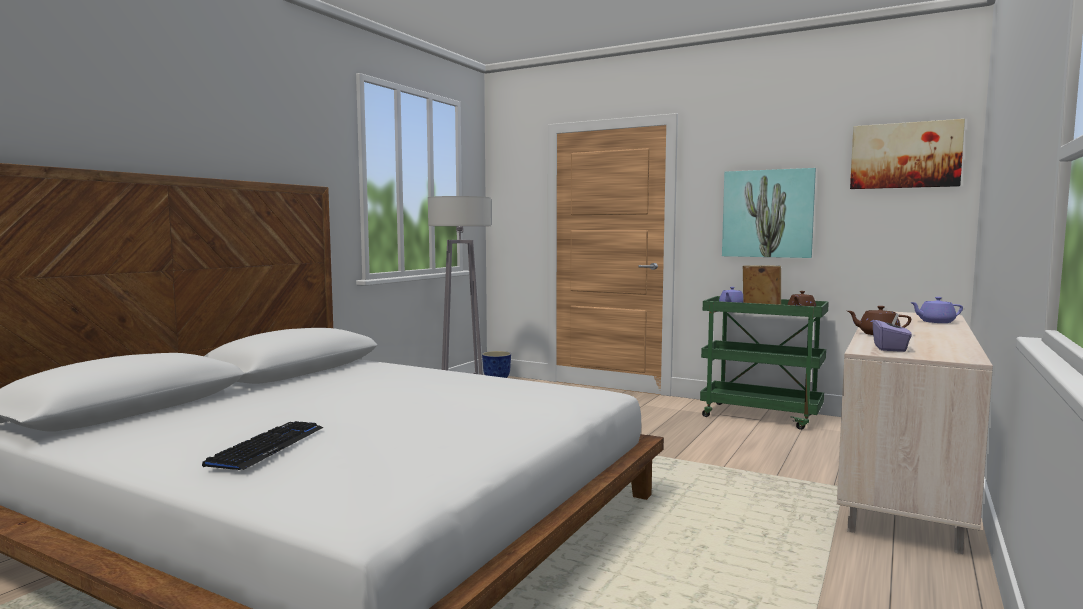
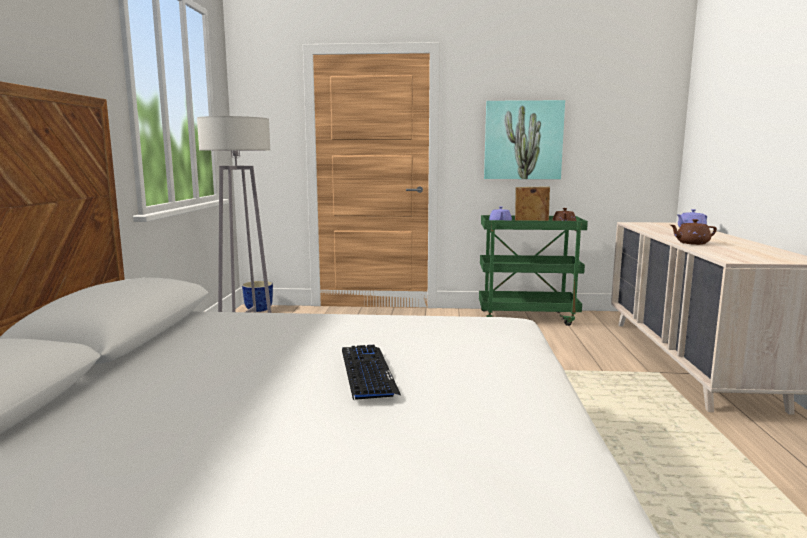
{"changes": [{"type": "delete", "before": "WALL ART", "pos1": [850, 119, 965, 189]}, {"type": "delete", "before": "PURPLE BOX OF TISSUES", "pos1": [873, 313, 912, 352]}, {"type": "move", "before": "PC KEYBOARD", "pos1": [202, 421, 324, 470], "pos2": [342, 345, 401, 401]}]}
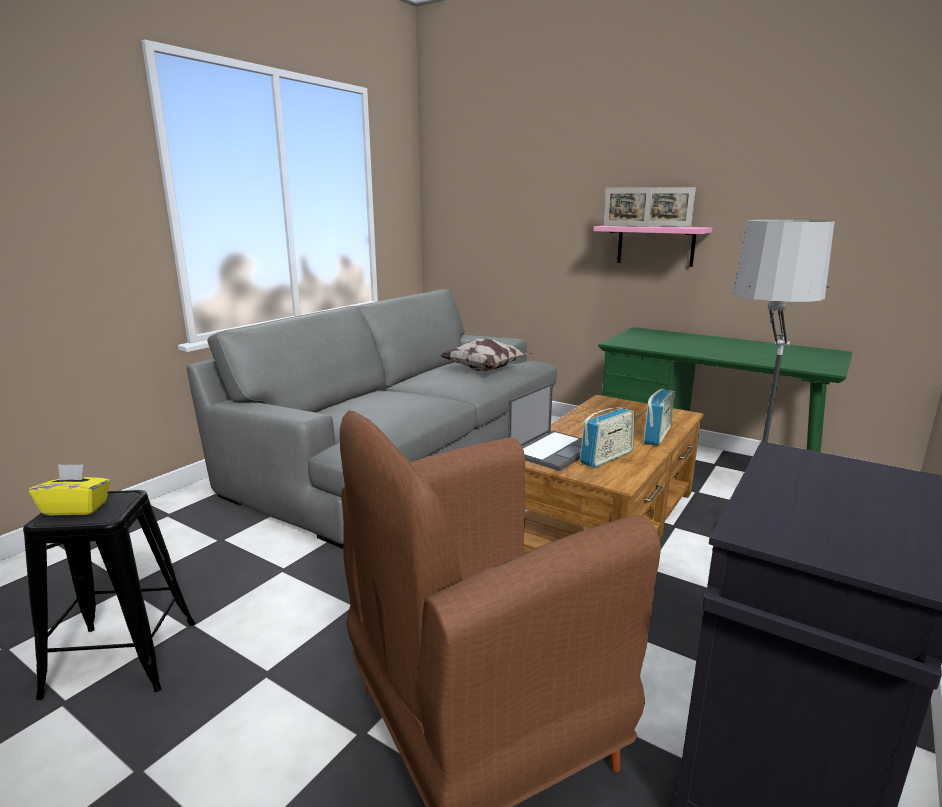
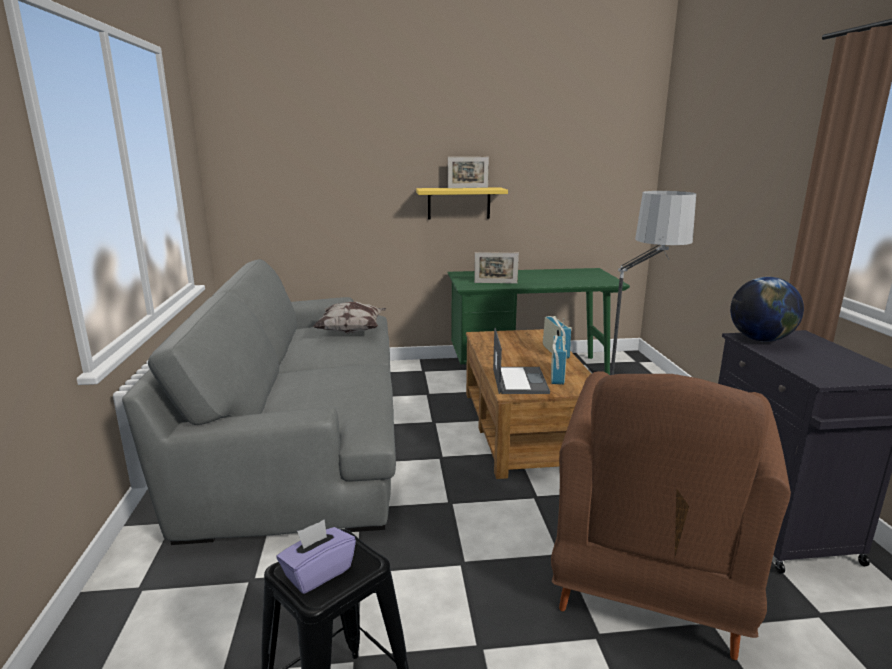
{"changes": [{"type": "move", "before": "STANDING FRAME", "pos1": [603, 187, 653, 227], "pos2": [474, 252, 519, 284]}, {"type": "recolor", "before": "PINK BRACKET SHELF", "after": "YELLOW BRACKET SHELF", "pos1": [593, 226, 712, 267], "pos2": [416, 187, 508, 220]}, {"type": "recolor", "before": "YELLOW BOX OF TISSUES", "after": "PURPLE BOX OF TISSUES", "pos1": [29, 464, 110, 515], "pos2": [277, 519, 356, 594]}, {"type": "insert", "after": "WORLD GLOBE", "pos2": [730, 277, 804, 342]}]}
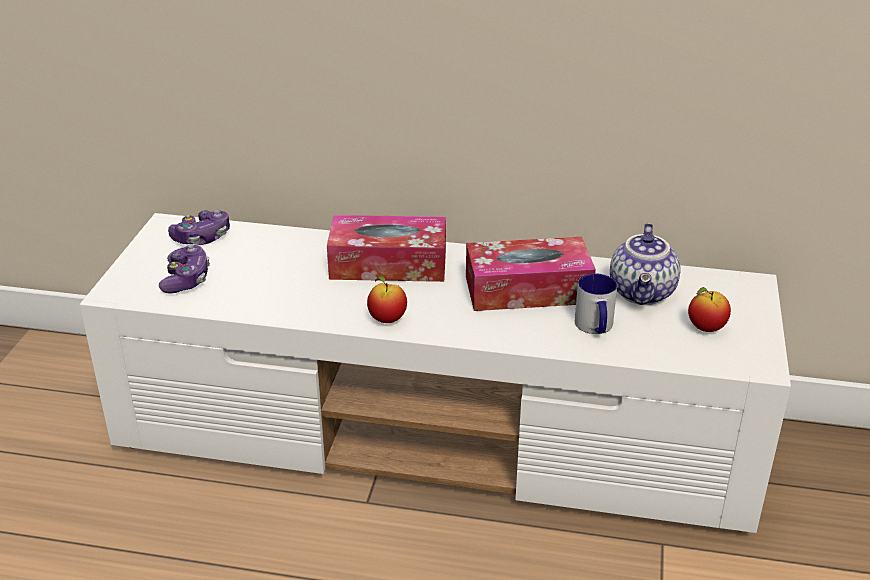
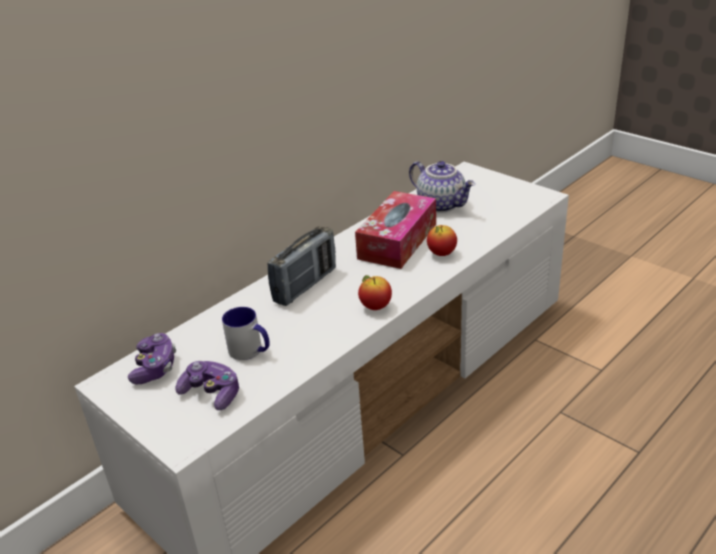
{"changes": [{"type": "replace", "before": "BOX OF TISSUES", "after": "RADIO RECEIVER", "pos1": [327, 215, 446, 282], "pos2": [267, 226, 336, 306]}, {"type": "move", "before": "MUG", "pos1": [575, 273, 617, 334], "pos2": [222, 307, 270, 360]}, {"type": "move", "before": "APPLE", "pos1": [688, 287, 731, 332], "pos2": [427, 225, 457, 256]}]}
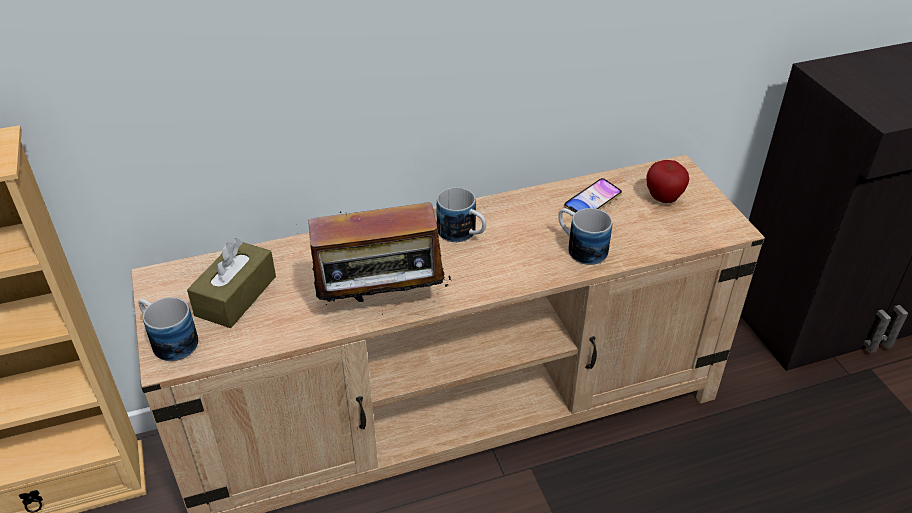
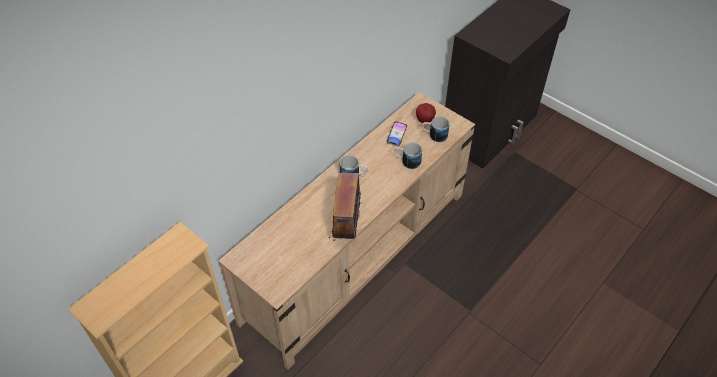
{"changes": [{"type": "rotate", "before": "RADIO RECEIVER", "pos1": [296, 192, 451, 312], "pos2": [329, 172, 366, 241], "turn": 135}, {"type": "delete", "before": "BROWN BOX OF TISSUES", "pos1": [187, 238, 276, 328]}, {"type": "move", "before": "MUG", "pos1": [138, 297, 198, 361], "pos2": [422, 116, 449, 142]}]}
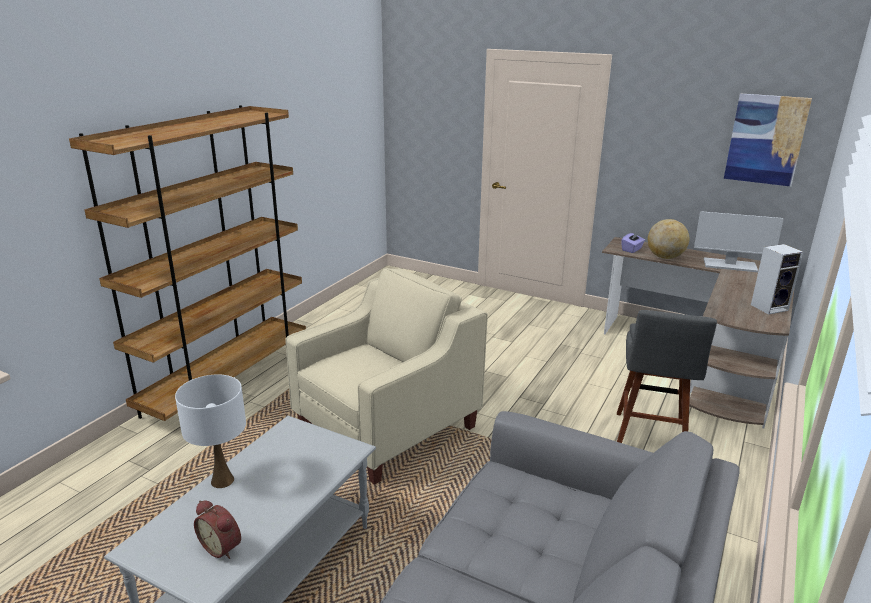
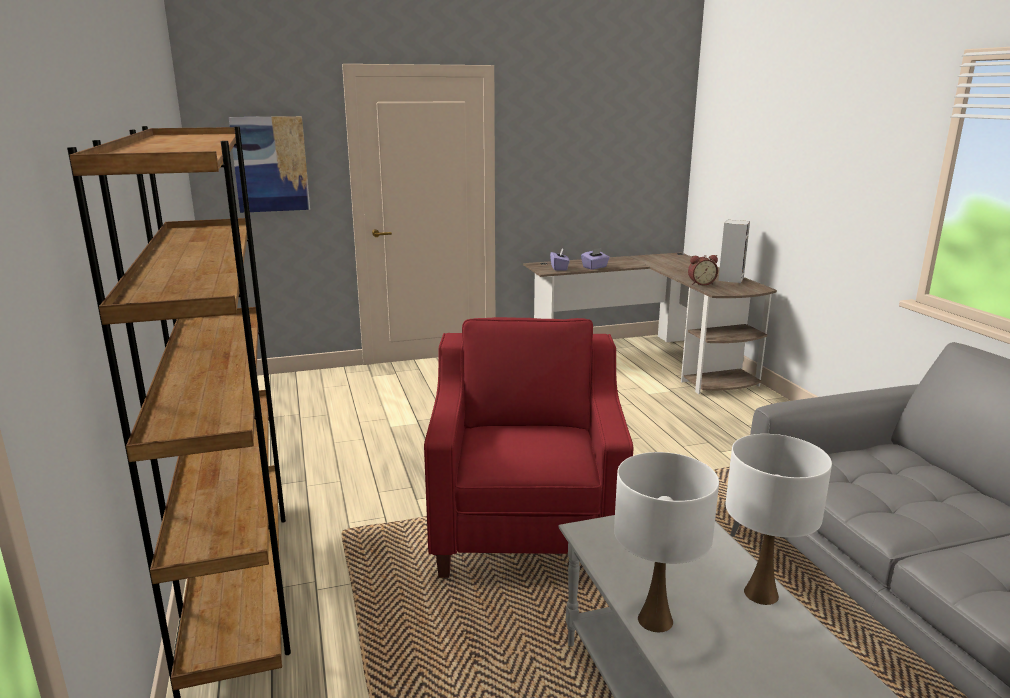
{"changes": [{"type": "move", "before": "WALL ART", "pos1": [724, 93, 812, 187], "pos2": [229, 116, 310, 213]}, {"type": "delete", "before": "MONITOR", "pos1": [694, 211, 784, 272]}, {"type": "replace", "before": "WORLD GLOBE", "after": "PURPLE BOX OF TISSUES", "pos1": [648, 219, 689, 259], "pos2": [581, 248, 610, 270]}, {"type": "recolor", "before": "BEIGE LOUNGE CHAIR", "after": "RED-COLOURED LOUNGE CHAIR", "pos1": [285, 268, 488, 485], "pos2": [424, 317, 633, 578]}, {"type": "delete", "before": "GREY SITTING STOOL", "pos1": [617, 310, 717, 443]}, {"type": "move", "before": "BEDSIDE CLOCK", "pos1": [194, 500, 241, 559], "pos2": [688, 255, 718, 286]}, {"type": "insert", "after": "WHITISH TABLE LAMP", "pos2": [726, 434, 832, 605]}]}
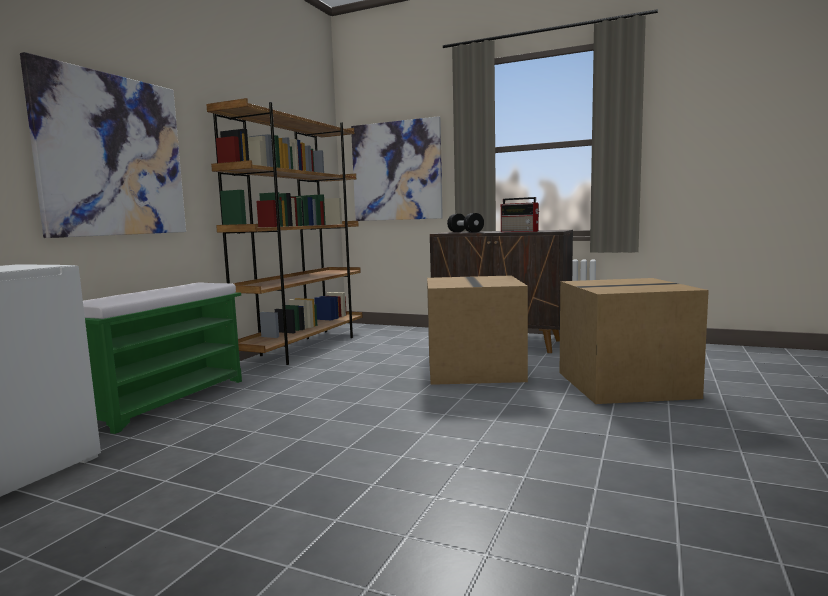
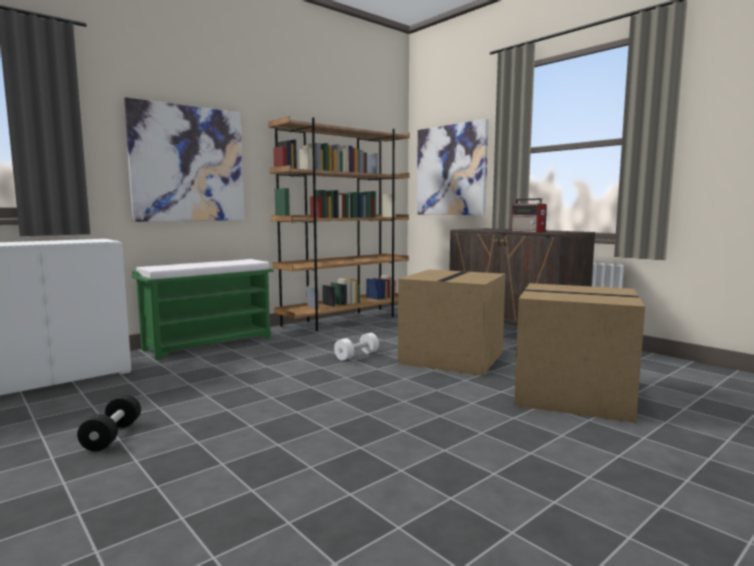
{"changes": [{"type": "move", "before": "BLACKISH FREE WEIGHT", "pos1": [447, 213, 484, 233], "pos2": [77, 395, 141, 451]}, {"type": "insert", "after": "WHITISH FREE WEIGHT", "pos2": [334, 333, 379, 361]}]}
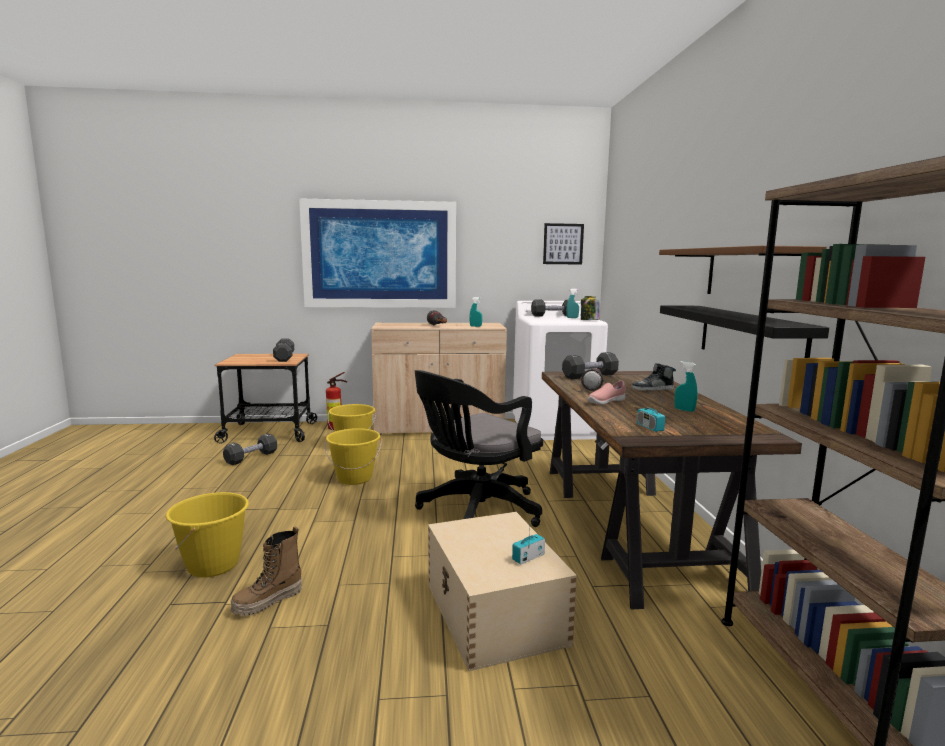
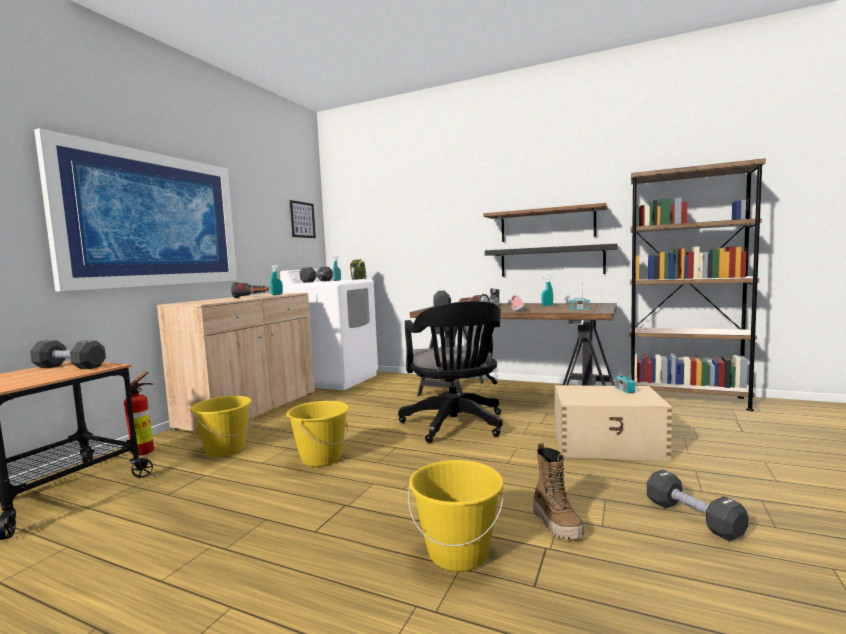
{"changes": [{"type": "move", "before": "BLACKISH FREE WEIGHT", "pos1": [223, 434, 277, 465], "pos2": [647, 470, 749, 542]}]}
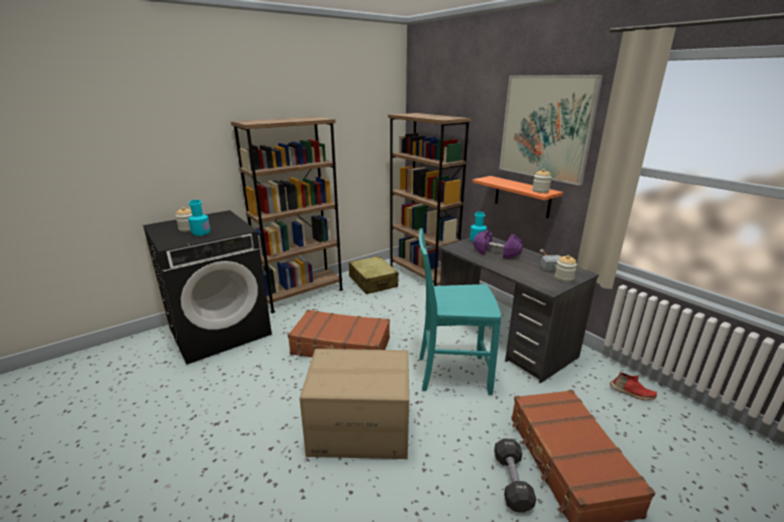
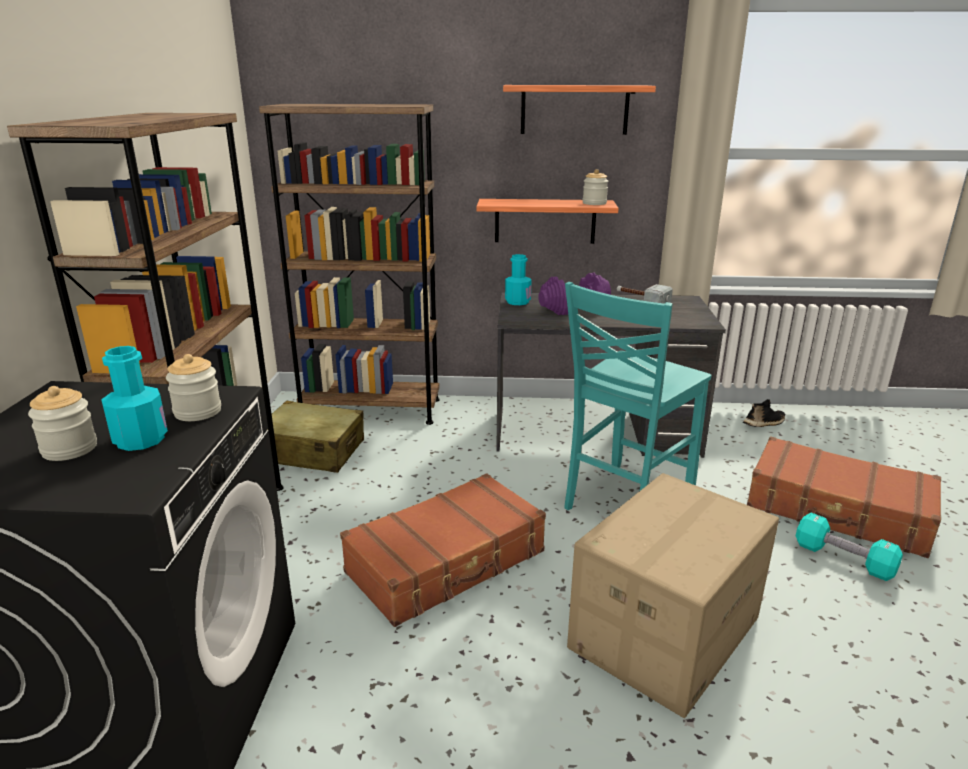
{"changes": [{"type": "replace", "before": "WALL ART", "after": "BRACKET SHELF", "pos1": [499, 75, 603, 186], "pos2": [503, 85, 656, 135]}, {"type": "move", "before": "JAR", "pos1": [555, 255, 577, 282], "pos2": [166, 354, 221, 421]}, {"type": "recolor", "before": "RED-COLOURED ITEM OF FOOTWEAR", "after": "BLACKISH ITEM OF FOOTWEAR", "pos1": [610, 372, 657, 400], "pos2": [743, 399, 785, 427]}, {"type": "recolor", "before": "BLACKISH FREE WEIGHT", "after": "TURQUOISE-COLOURED FREE WEIGHT", "pos1": [494, 439, 536, 513], "pos2": [796, 513, 903, 581]}]}
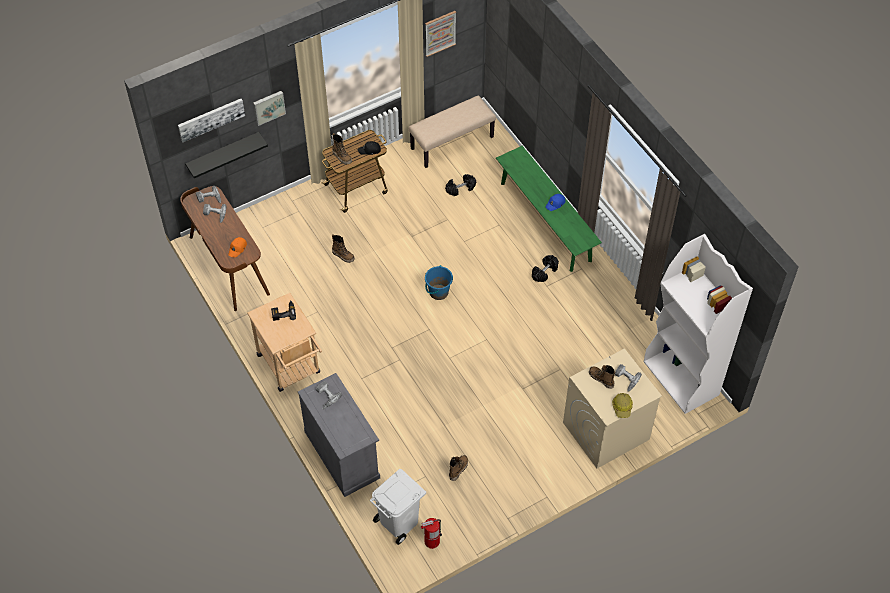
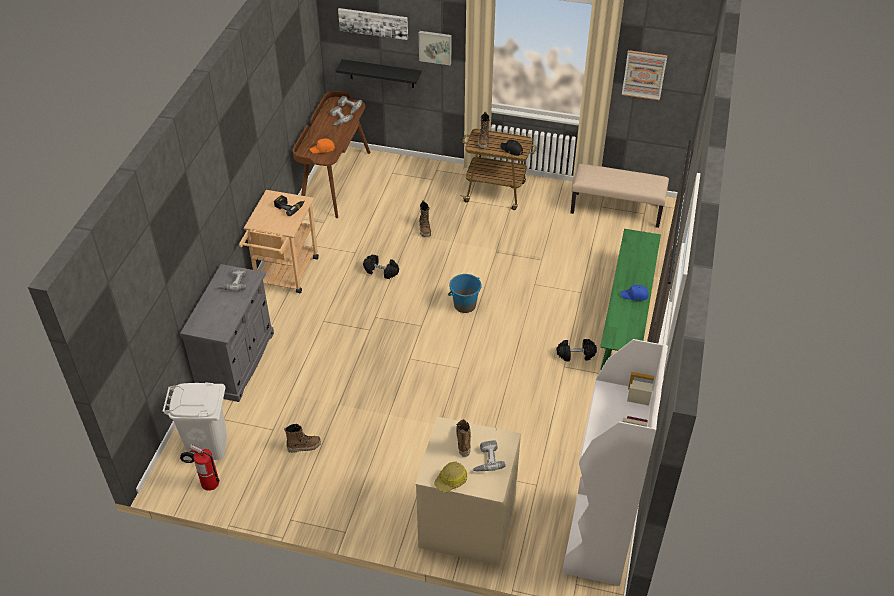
{"changes": [{"type": "move", "before": "BLACKISH FREE WEIGHT", "pos1": [445, 174, 476, 196], "pos2": [363, 255, 399, 279]}]}
